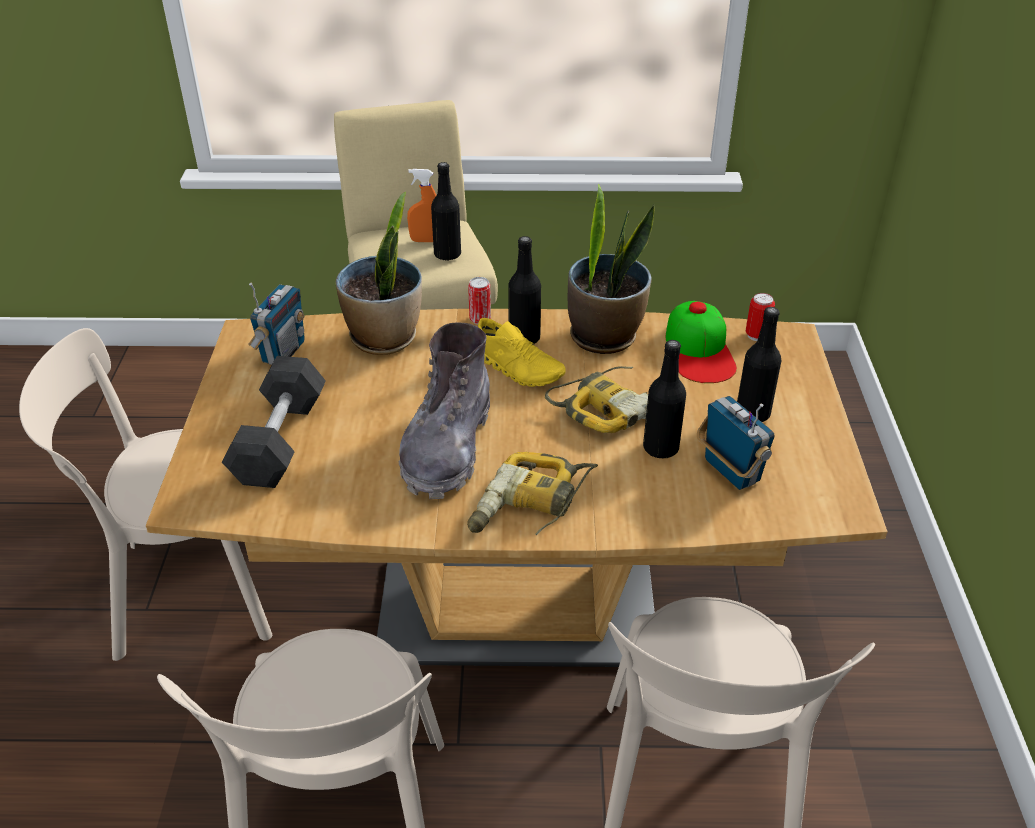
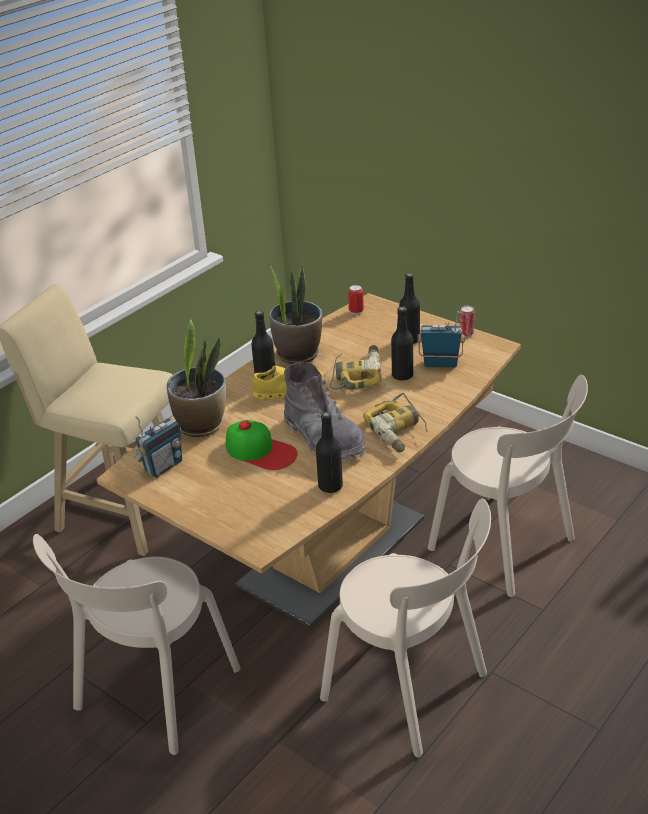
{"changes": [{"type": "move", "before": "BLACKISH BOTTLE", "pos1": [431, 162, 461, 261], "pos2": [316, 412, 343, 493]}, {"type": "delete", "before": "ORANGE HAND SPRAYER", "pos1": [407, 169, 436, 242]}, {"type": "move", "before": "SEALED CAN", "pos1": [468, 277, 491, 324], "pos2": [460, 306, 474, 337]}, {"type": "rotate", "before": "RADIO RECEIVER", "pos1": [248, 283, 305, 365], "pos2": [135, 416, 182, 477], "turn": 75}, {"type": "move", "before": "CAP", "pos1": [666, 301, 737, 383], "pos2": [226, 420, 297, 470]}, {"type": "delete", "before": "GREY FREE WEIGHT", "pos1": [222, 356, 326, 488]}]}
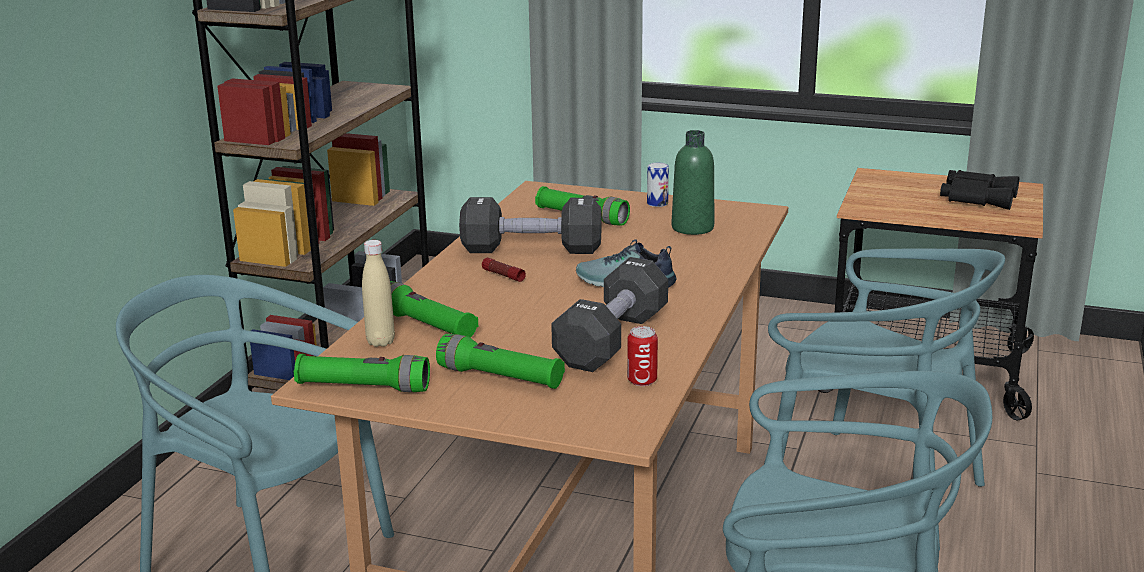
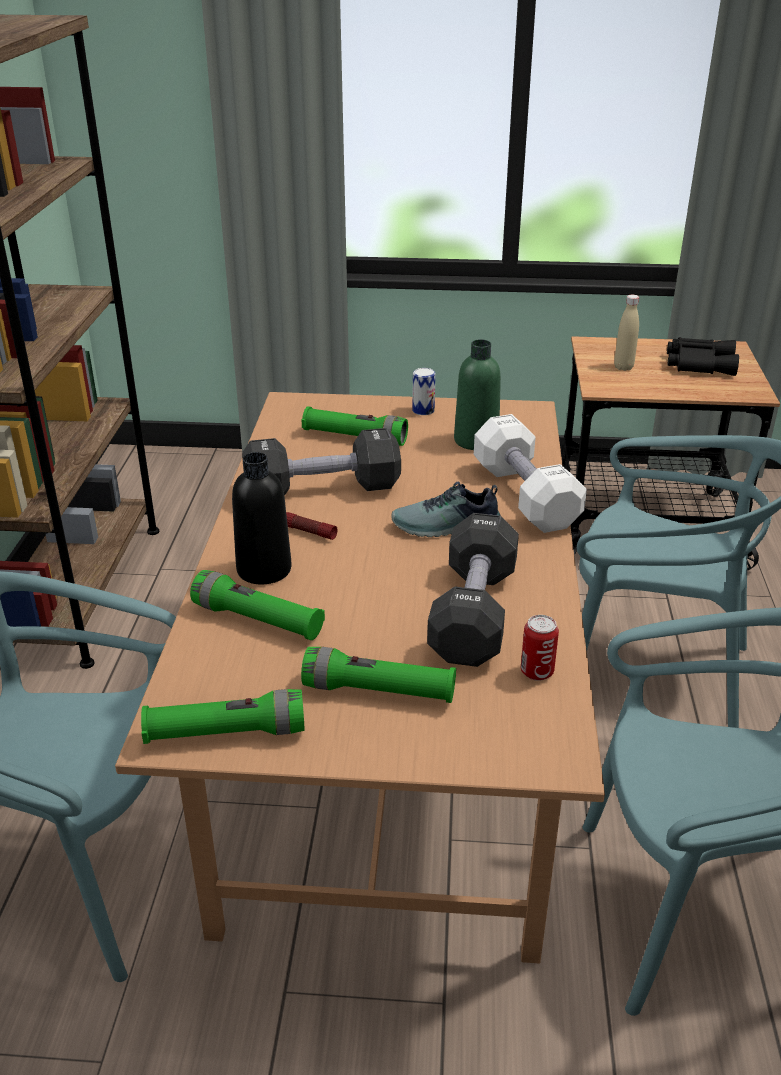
{"changes": [{"type": "move", "before": "BEIGE BOTTLE", "pos1": [362, 240, 395, 347], "pos2": [614, 295, 639, 371]}, {"type": "insert", "after": "WHITISH FREE WEIGHT", "pos2": [474, 414, 587, 533]}, {"type": "insert", "after": "BLACKISH BOTTLE", "pos2": [232, 452, 292, 584]}]}
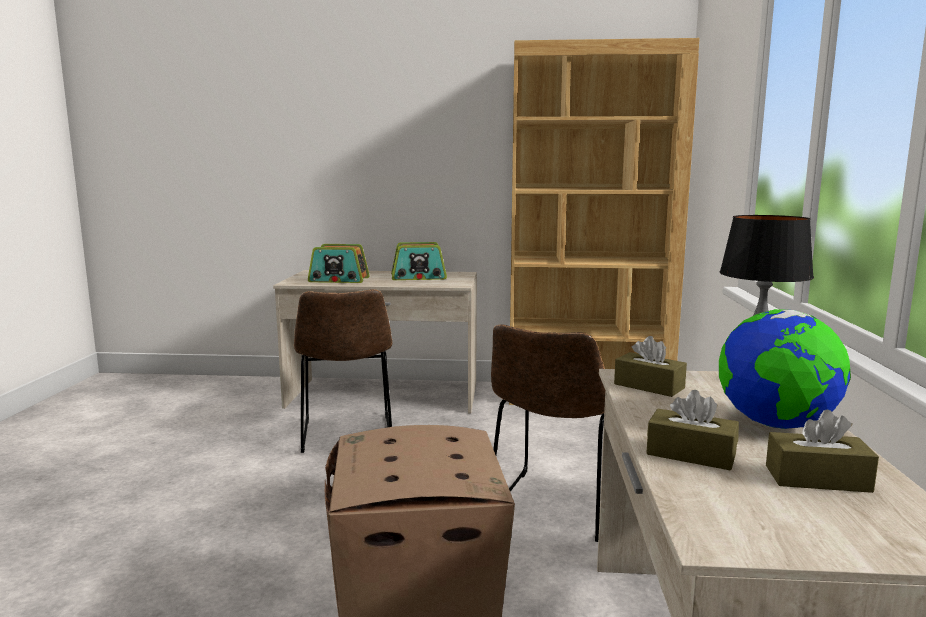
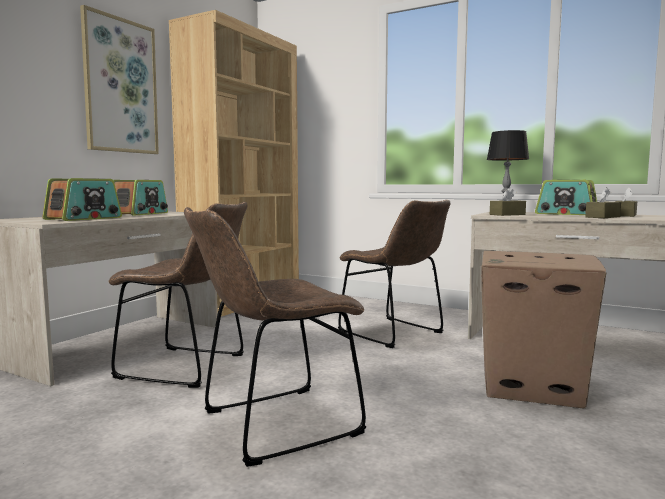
{"changes": [{"type": "replace", "before": "WORLD GLOBE", "after": "RADIO RECEIVER", "pos1": [719, 309, 851, 429], "pos2": [535, 180, 597, 215]}, {"type": "insert", "after": "WALL ART", "pos2": [80, 5, 159, 154]}, {"type": "insert", "after": "BROWN CHAIR", "pos2": [184, 207, 366, 467]}]}
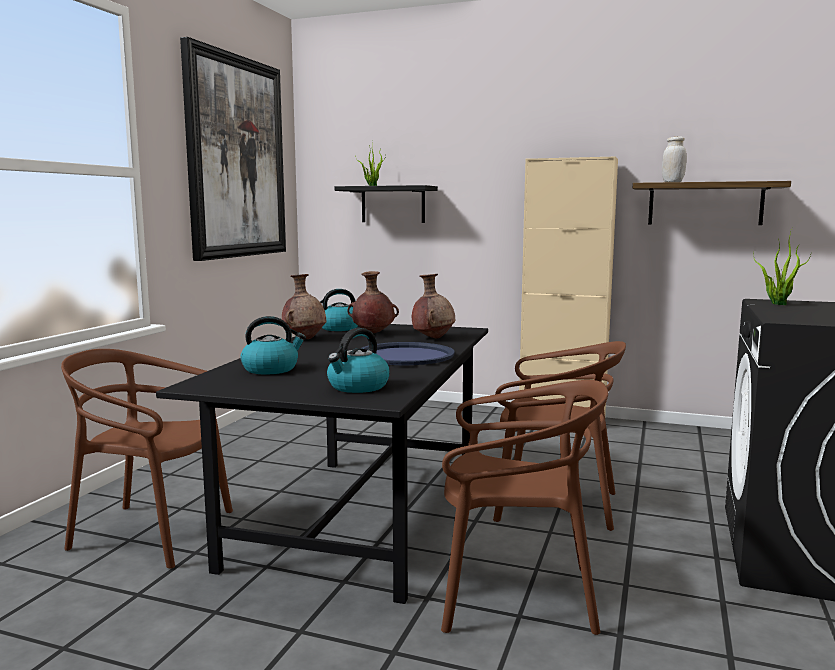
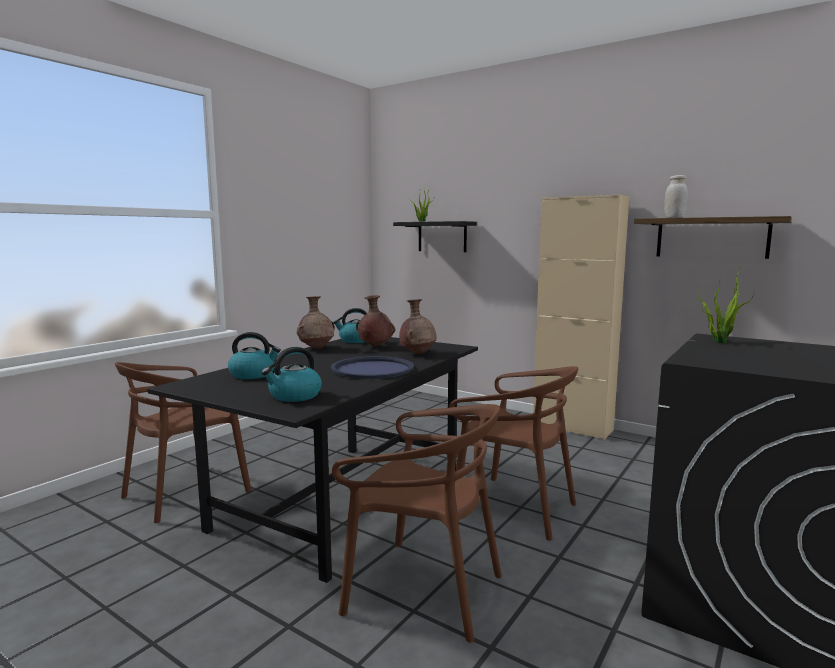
{"changes": [{"type": "delete", "before": "WALL ART", "pos1": [180, 37, 286, 261]}, {"type": "rotate", "before": "BROWN CHAIR", "pos1": [61, 349, 233, 569], "pos2": [115, 362, 252, 523], "turn": -75}]}
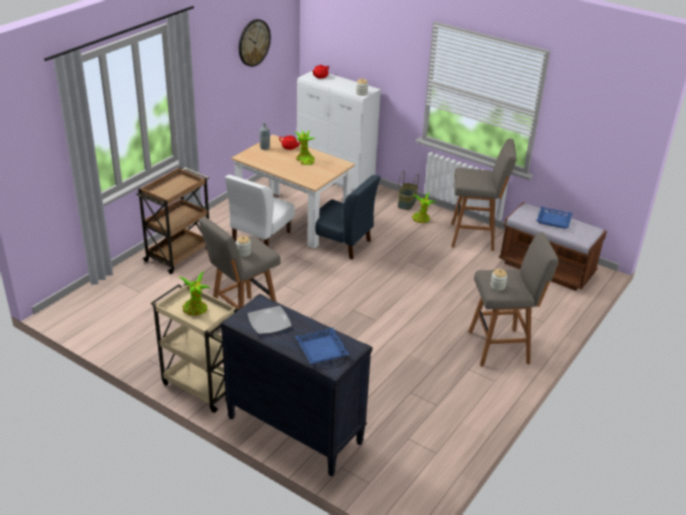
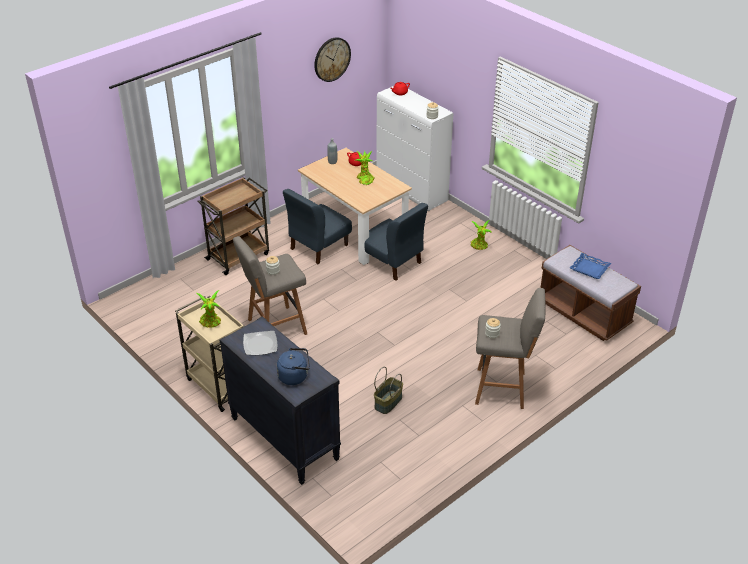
{"changes": [{"type": "delete", "before": "GREY SITTING STOOL", "pos1": [451, 139, 516, 251]}, {"type": "move", "before": "STORAGE BASKET", "pos1": [398, 171, 419, 210], "pos2": [374, 367, 403, 414]}, {"type": "recolor", "before": "WHITISH CHAIR", "after": "BLUE-COLOURED CHAIR", "pos1": [225, 175, 295, 246], "pos2": [283, 189, 352, 264]}, {"type": "replace", "before": "BLUE-COLOURED TRAY", "after": "BLUE-COLOURED KETTLE", "pos1": [295, 327, 349, 364], "pos2": [277, 348, 310, 385]}]}
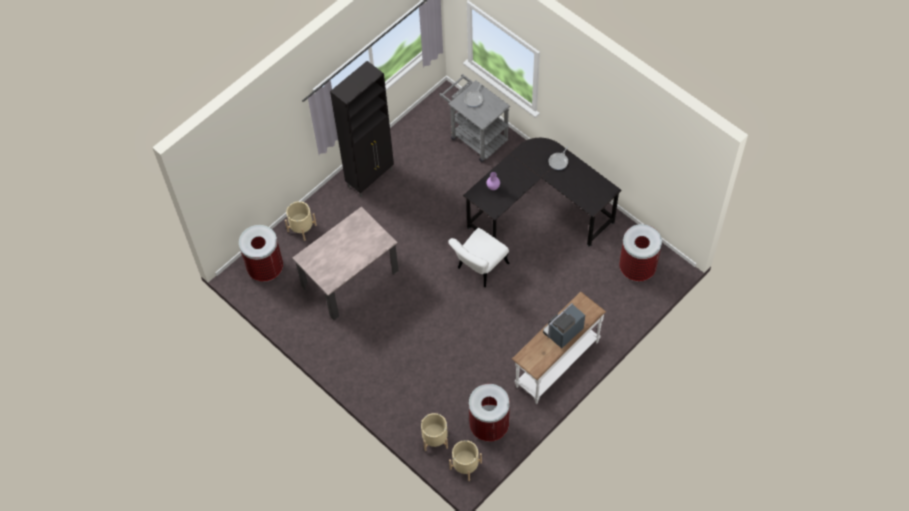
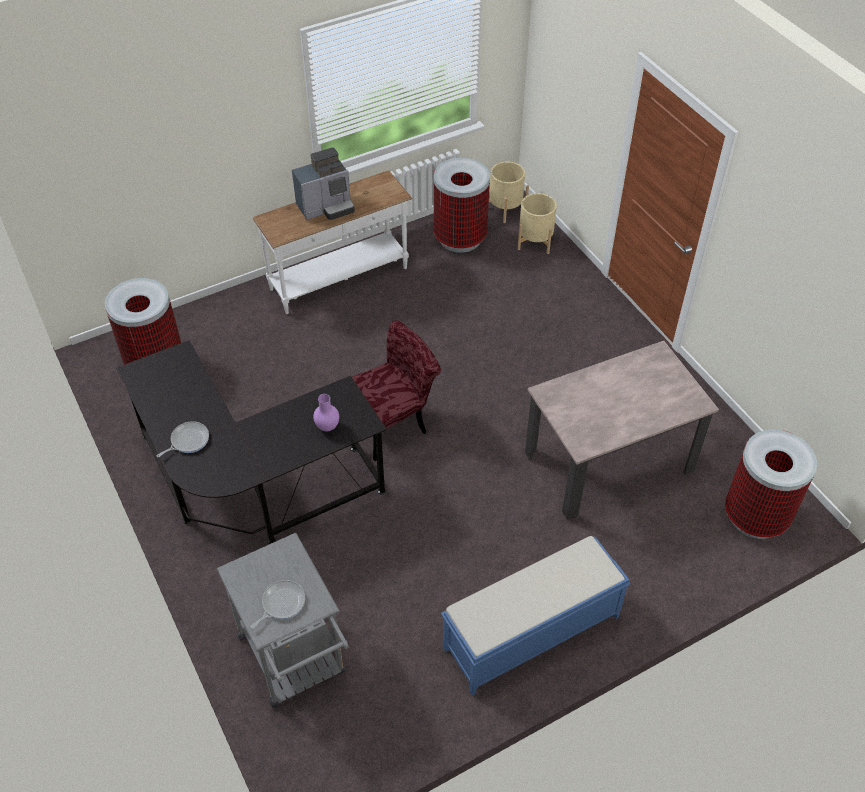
{"changes": [{"type": "replace", "before": "BLACKISH STORAGE CABINET", "after": "BLUE-COLOURED LONG SEAT", "pos1": [330, 61, 394, 197], "pos2": [441, 536, 630, 696]}, {"type": "delete", "before": "BEIGE FLOWER POT", "pos1": [285, 201, 317, 241]}, {"type": "recolor", "before": "WHITISH CHAIR", "after": "RED-COLOURED CHAIR", "pos1": [448, 228, 510, 287], "pos2": [352, 320, 441, 461]}]}
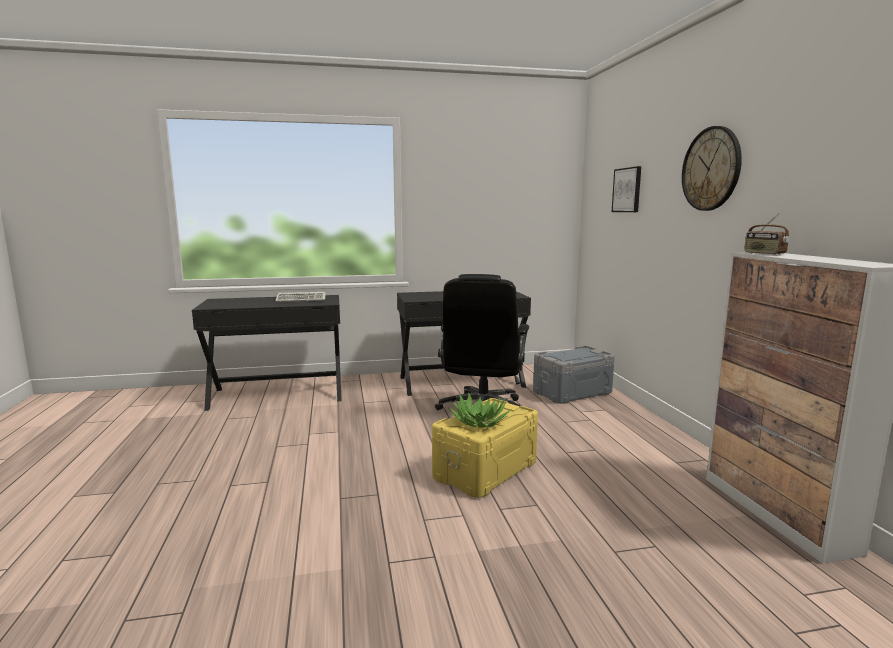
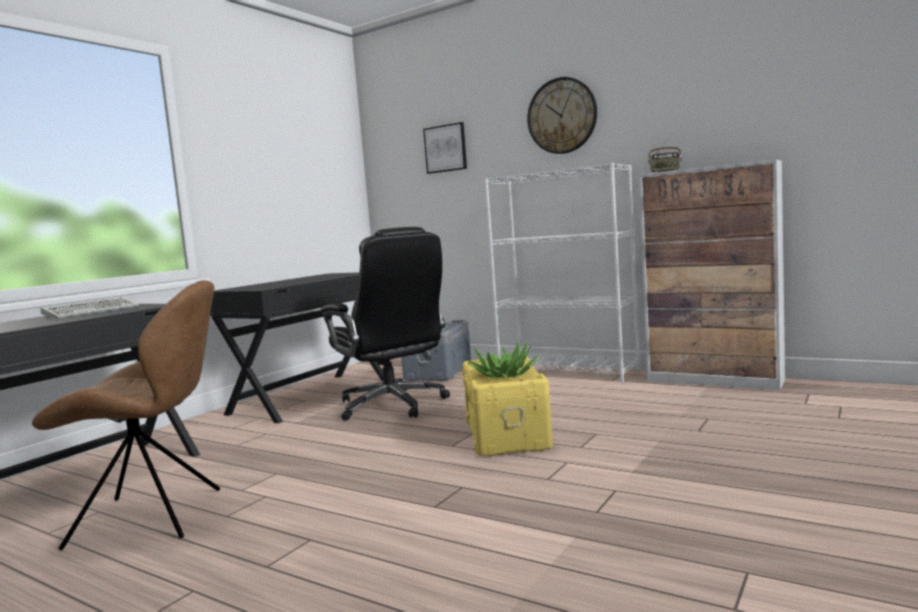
{"changes": [{"type": "insert", "after": "WHITISH BOOKCASE", "pos2": [484, 163, 640, 383]}, {"type": "insert", "after": "BROWN CHAIR", "pos2": [32, 280, 220, 550]}]}
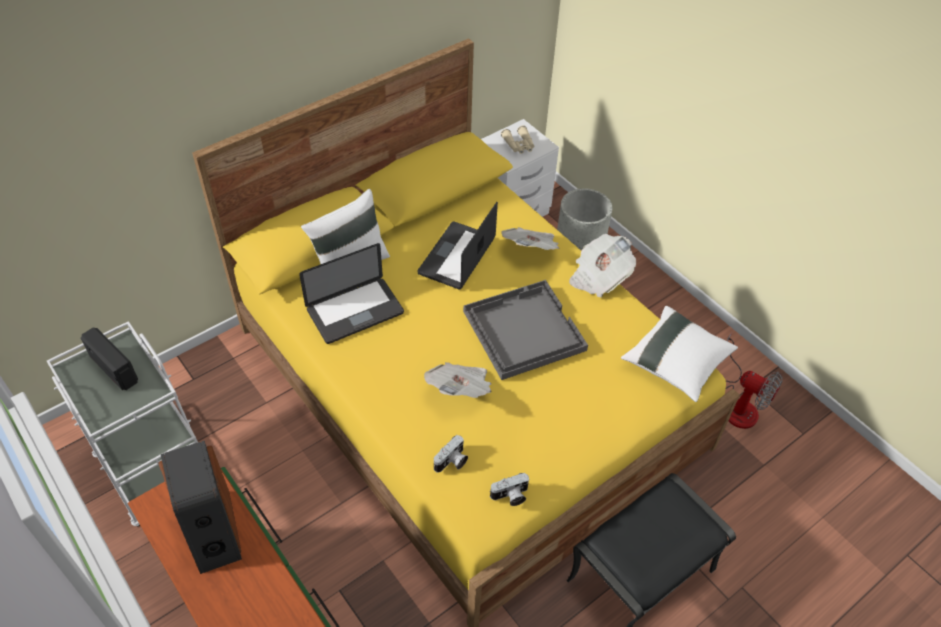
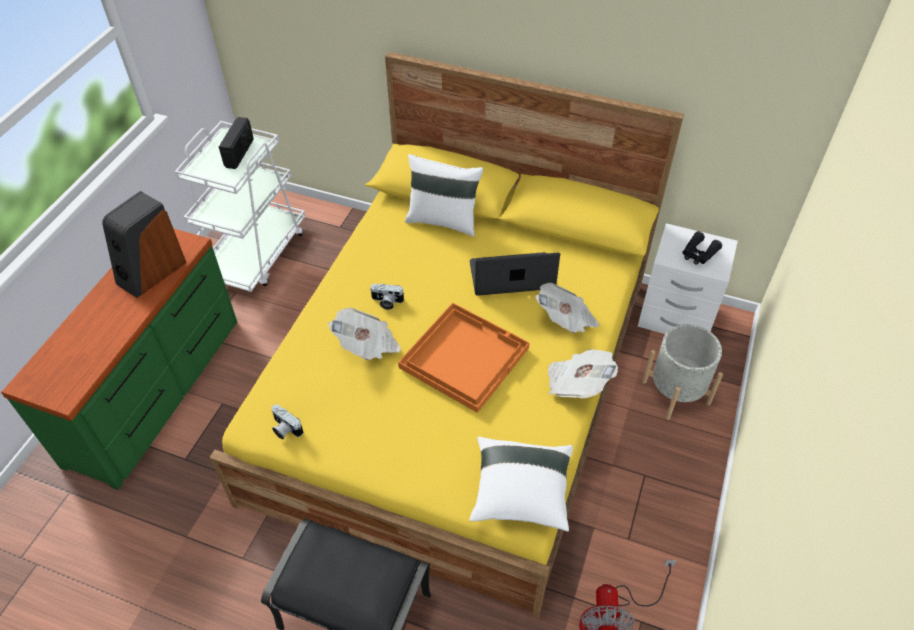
{"changes": [{"type": "recolor", "before": "BEIGE PAIR OF BINOCULARS", "after": "BLACKISH PAIR OF BINOCULARS", "pos1": [501, 125, 534, 154], "pos2": [682, 231, 722, 265]}, {"type": "delete", "before": "LAPTOP", "pos1": [299, 243, 404, 344]}, {"type": "recolor", "before": "GREY TRAY", "after": "ORANGE TRAY", "pos1": [463, 280, 588, 380], "pos2": [398, 303, 530, 413]}, {"type": "move", "before": "PHOTO CAMERA", "pos1": [434, 435, 468, 473], "pos2": [370, 284, 404, 310]}]}
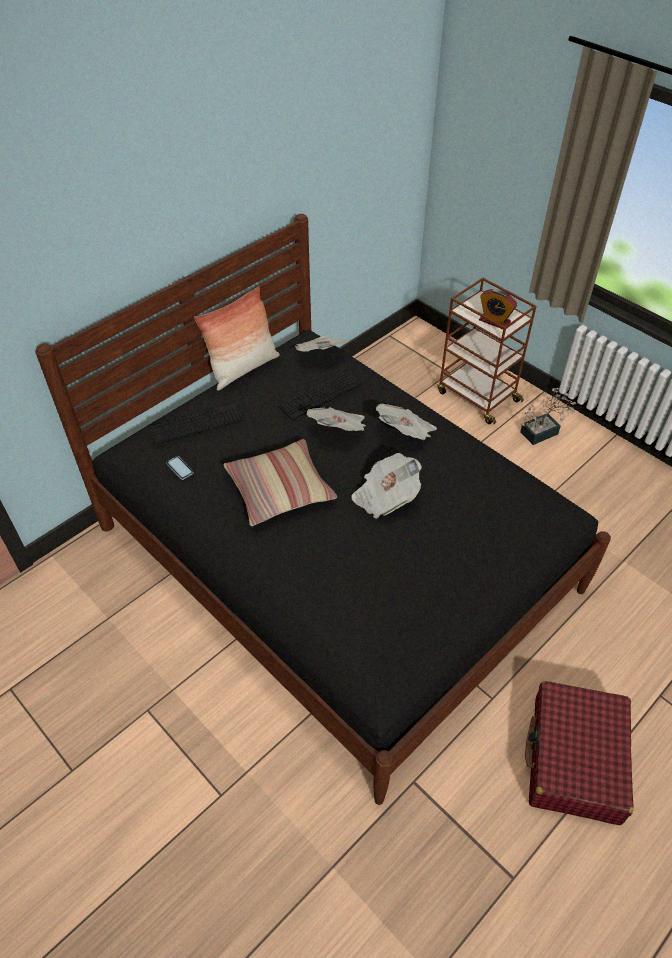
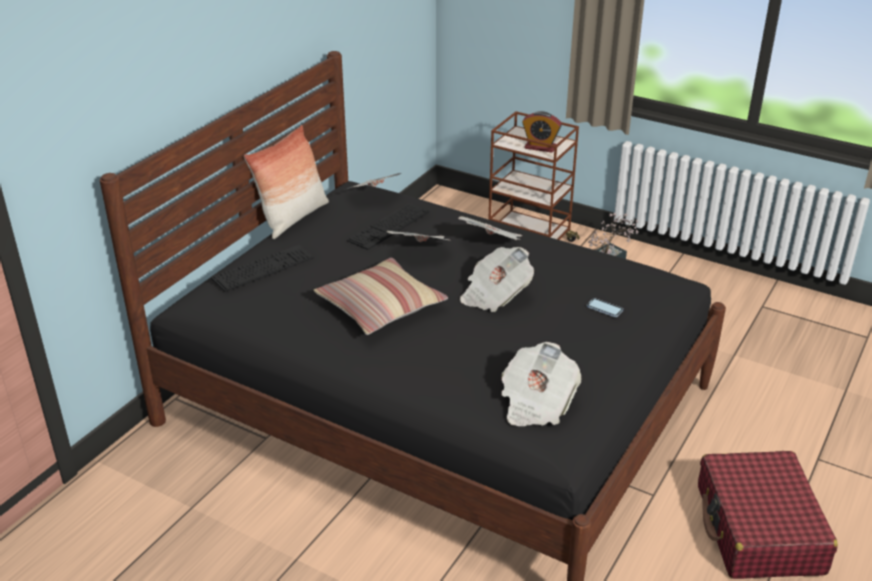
{"changes": [{"type": "move", "before": "HANDSET", "pos1": [166, 456, 194, 480], "pos2": [587, 298, 623, 317]}, {"type": "insert", "after": "DAILY PAPER", "pos2": [501, 342, 581, 426]}]}
